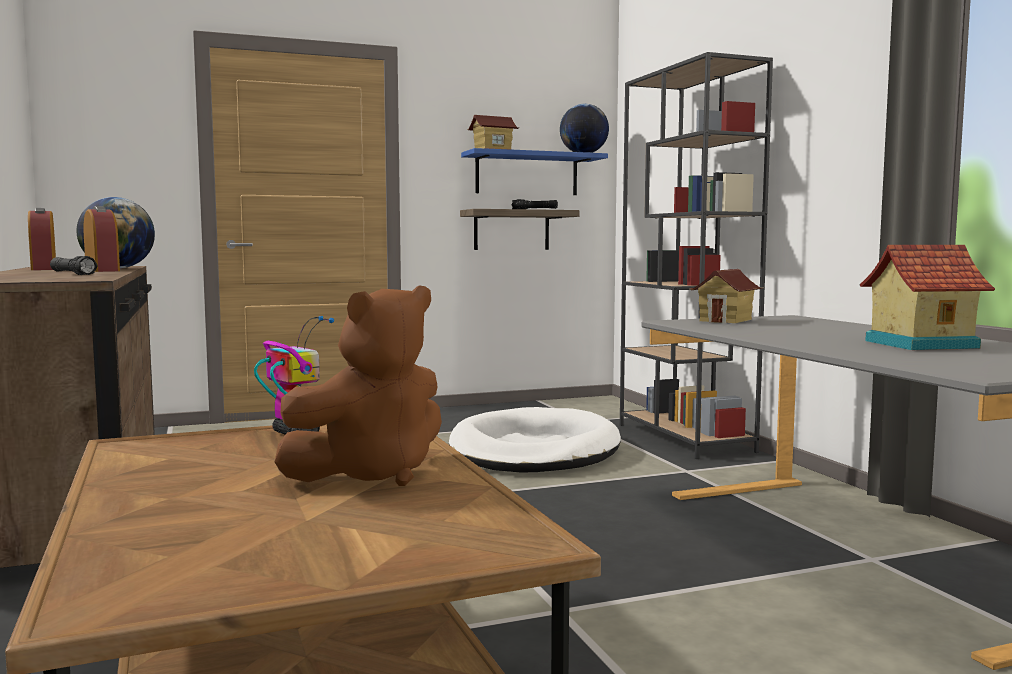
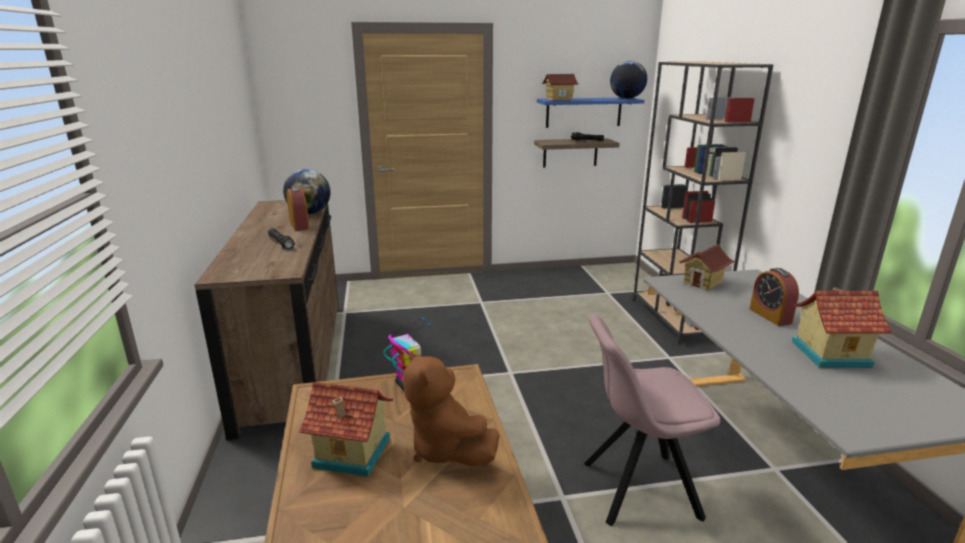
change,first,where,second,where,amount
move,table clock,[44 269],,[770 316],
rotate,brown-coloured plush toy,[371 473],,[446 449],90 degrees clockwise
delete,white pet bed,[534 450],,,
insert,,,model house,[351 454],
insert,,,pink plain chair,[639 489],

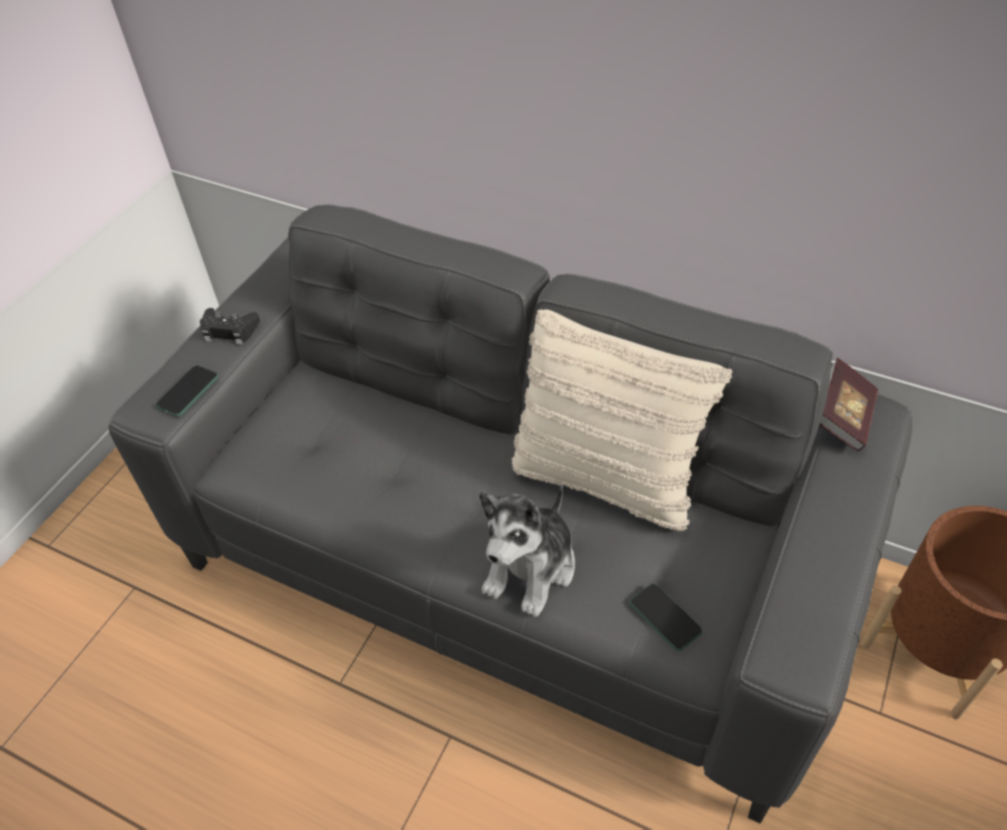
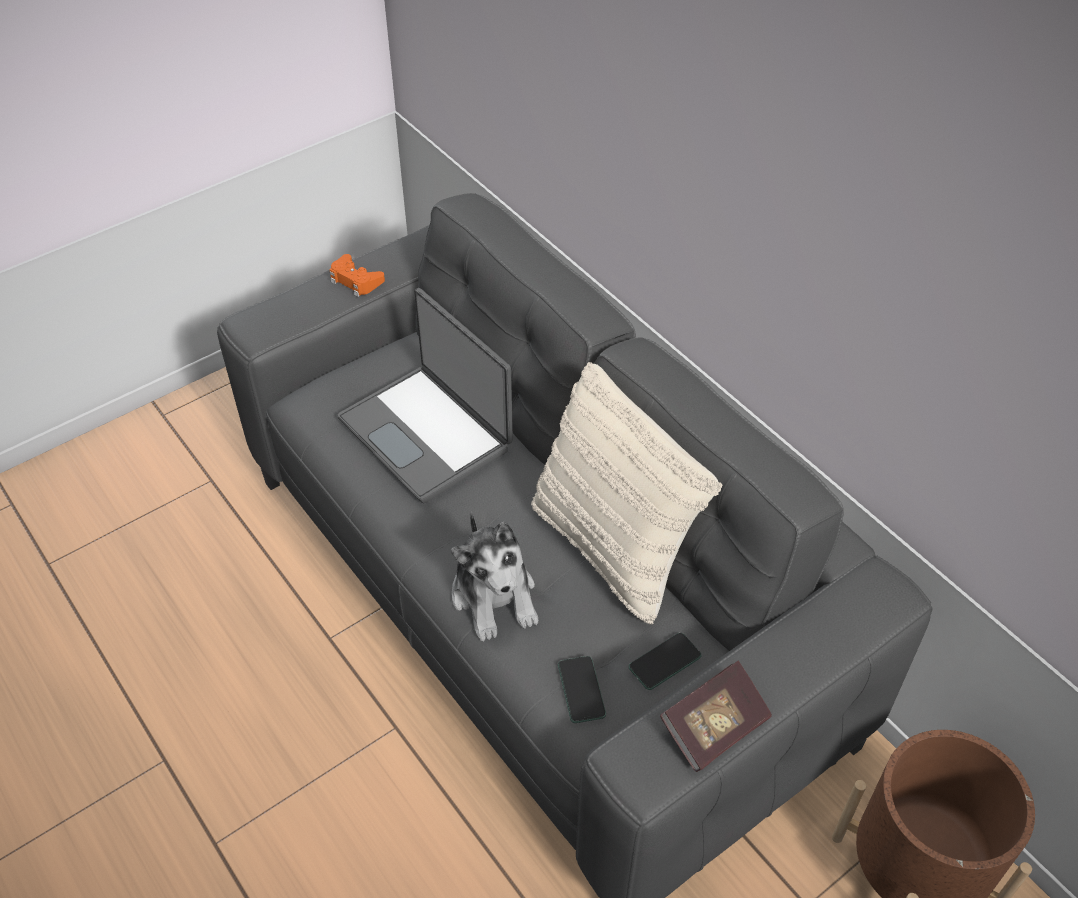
change,first,where,second,where,amount
move,phone,[188 392],,[664 662],
recolor,black game controller,[229 330],orange-coloured game controller,[355 280],
rotate,plush toy,[531 568],,[495 596],75 degrees counterclockwise
move,volume,[842 417],,[714 727],
insert,,,laptop,[428 433],

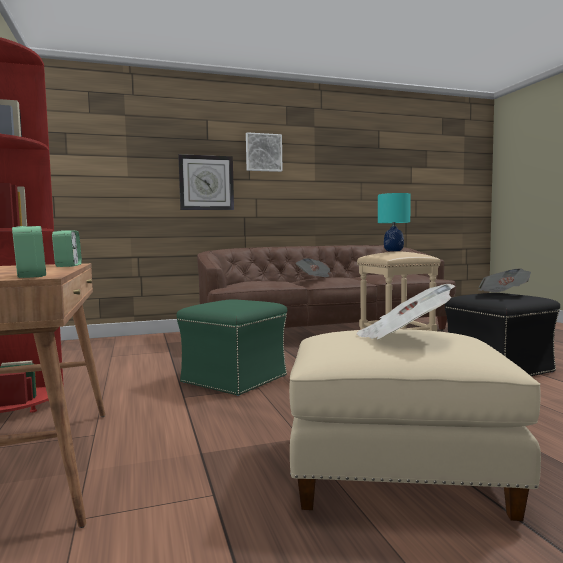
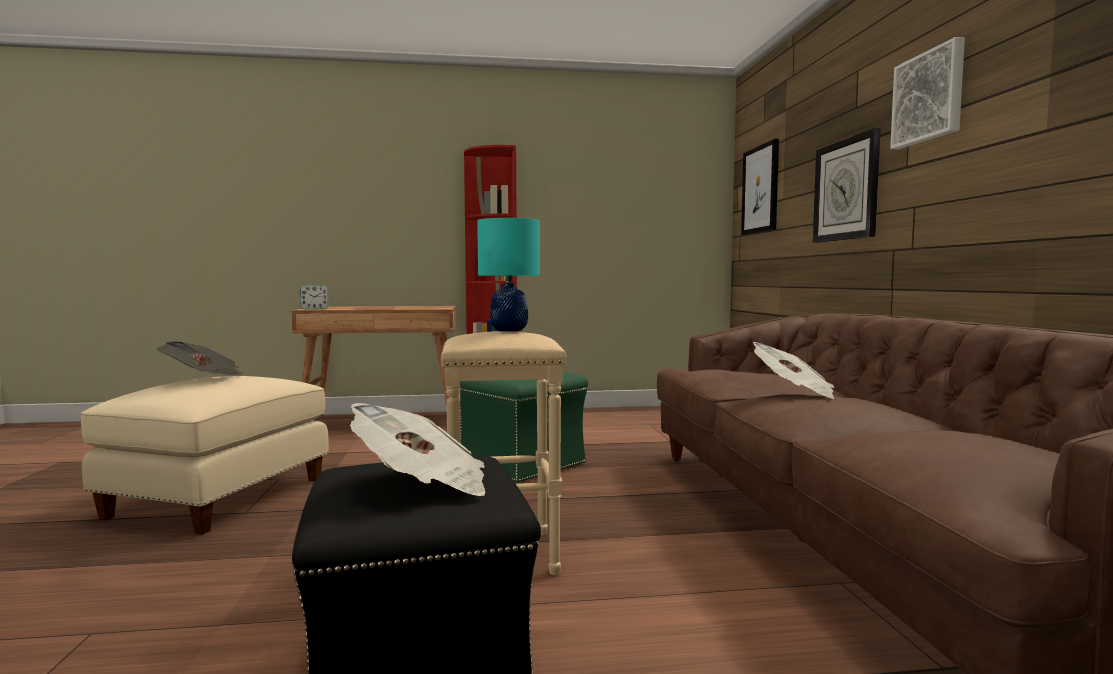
change,first,where,second,where,amount
delete,table clock,[68 266],,,
insert,,,wall picture,[760 189],

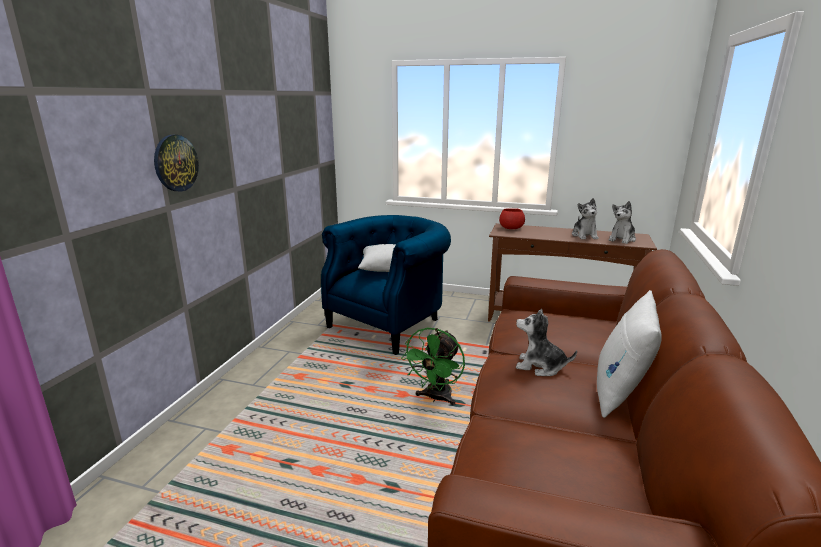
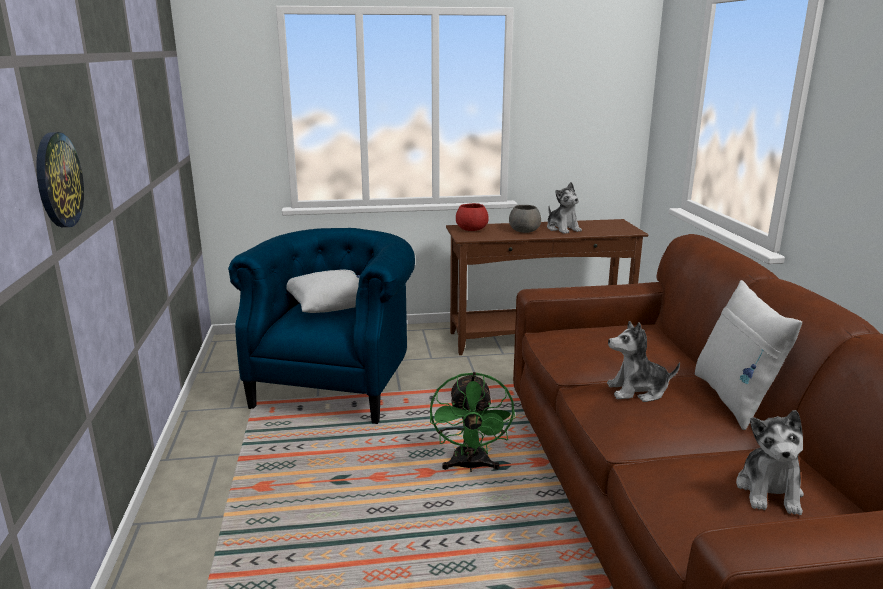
change,first,where,second,where,amount
move,plush toy,[622 239],,[769 491],
insert,,,gray deep dish,[524 230],

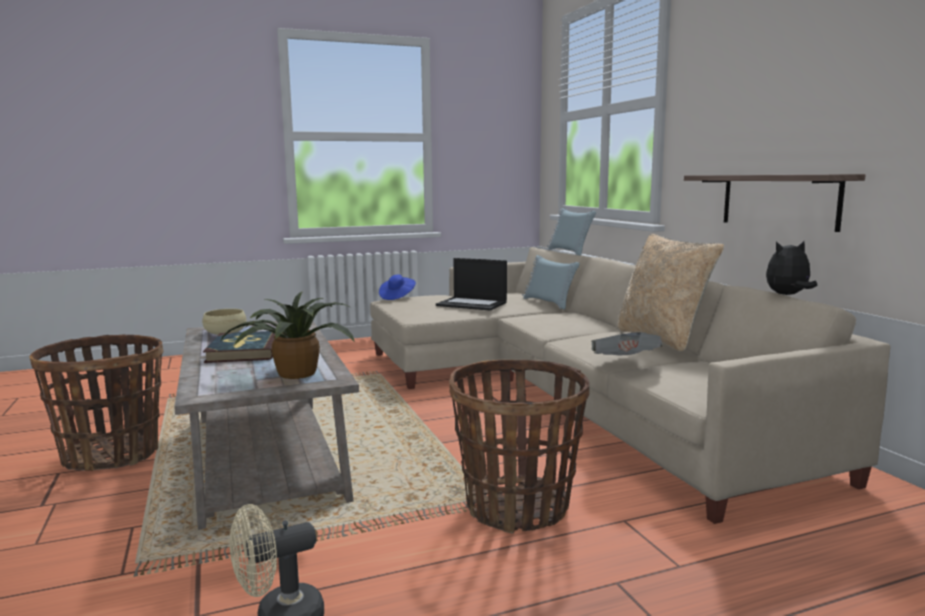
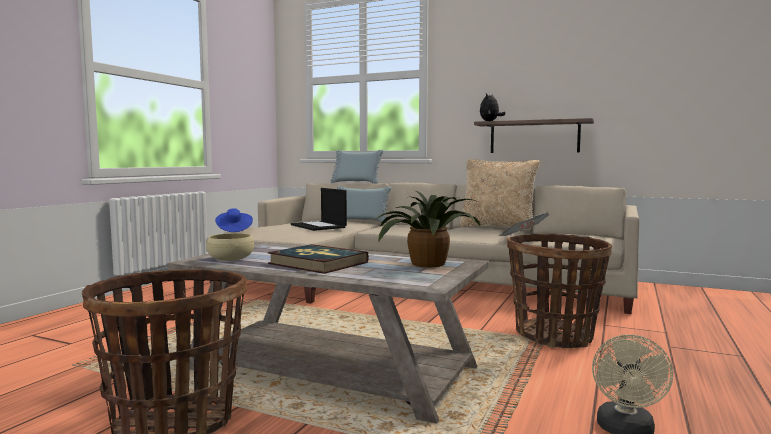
change,first,where,second,where,amount
rotate,laptop,[472 304],,[319 226],75 degrees clockwise
move,plush toy,[788 295],,[490 121],

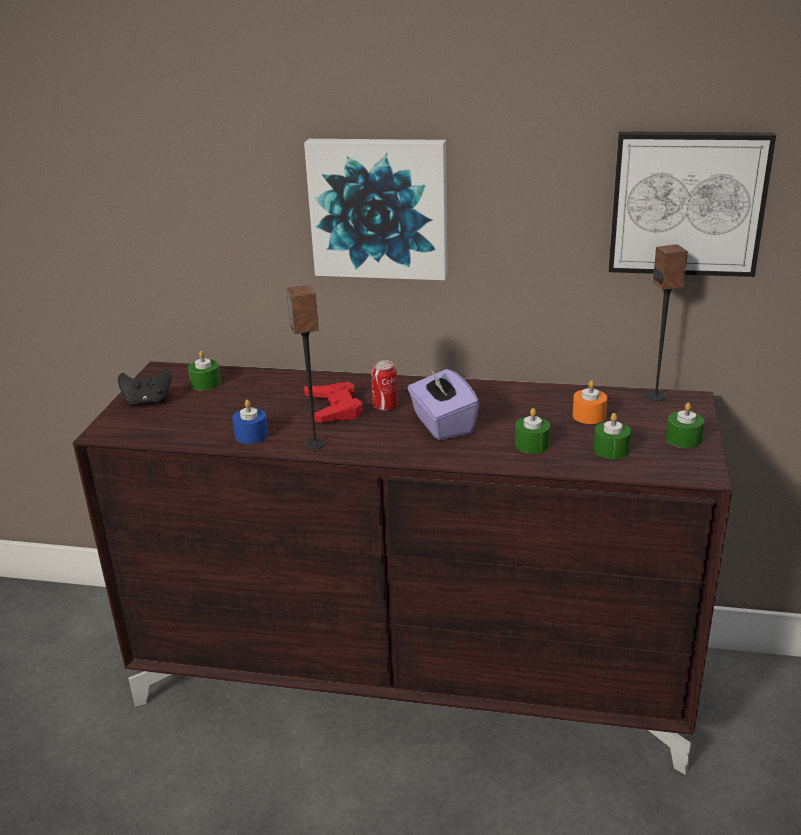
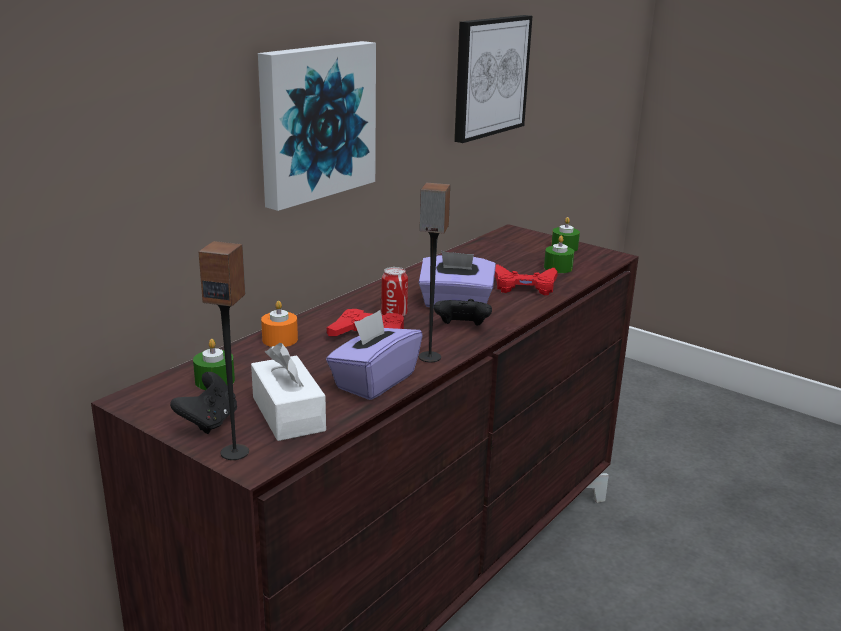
change,first,where,second,where,amount
replace,bluish wax candle,[251 435],purple-coloured tissue holder,[374 381],
replace,green wax candle,[531 444],red game controller,[524 286],
move,orange-coloured wax candle,[589 416],,[280 339],
move,audio speaker,[656 396],,[235 452],
insert,,,white tissue holder,[288 414],
insert,,,black game controller,[462 328],

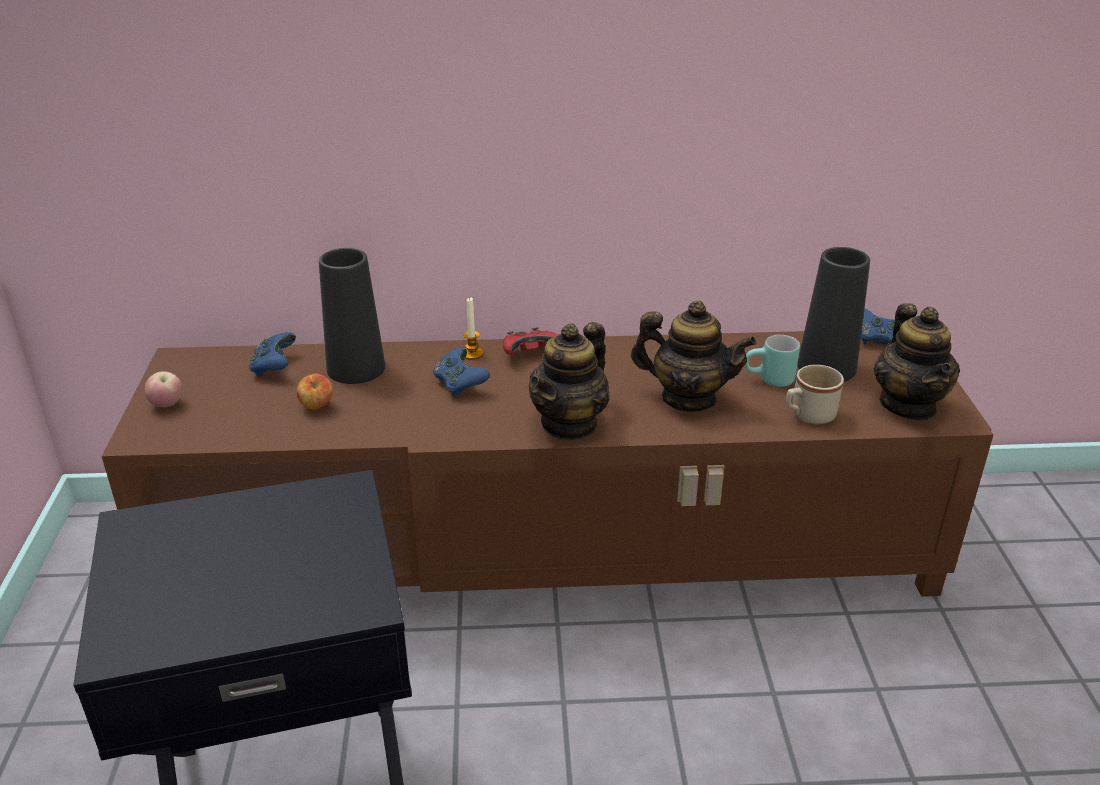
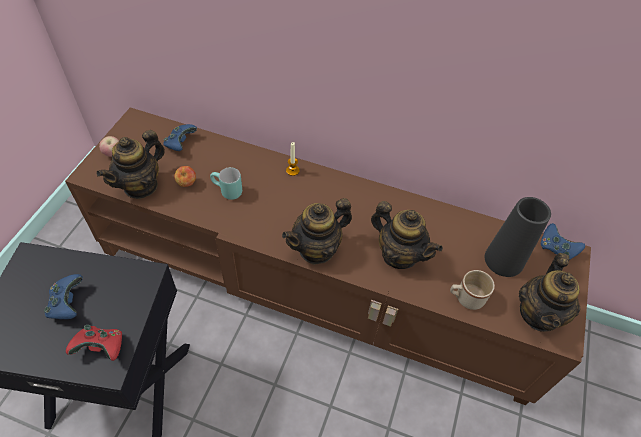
change,first,where,second,where,amount
delete,black decorative vase,[356 368],,,
move,bluish game controller,[460 385],,[67 304],
move,red game controller,[530 355],,[101 347],
move,turquoise-coloured mug,[769 381],,[226 192],
insert,,,pot for tea,[141 186],

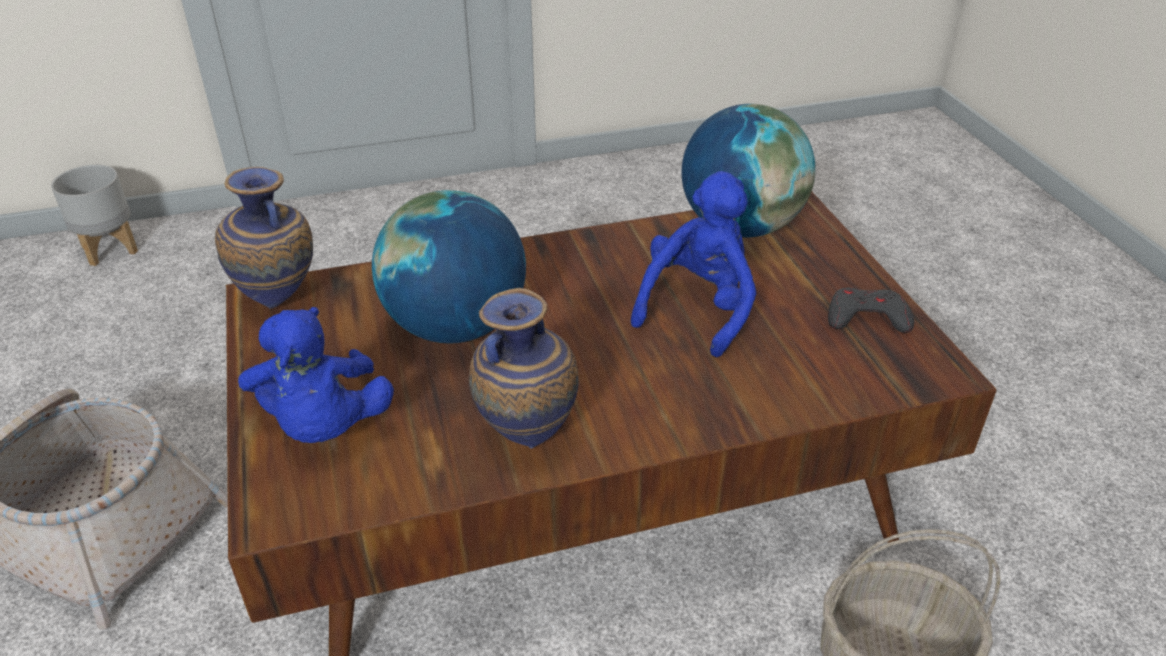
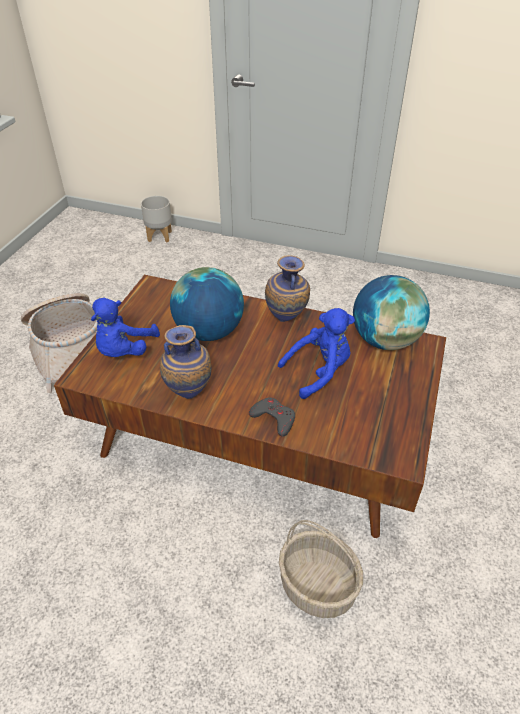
change,first,where,second,where,amount
move,decorative vase,[280 302],,[286 320],
move,gray game controller,[866 317],,[274 418],

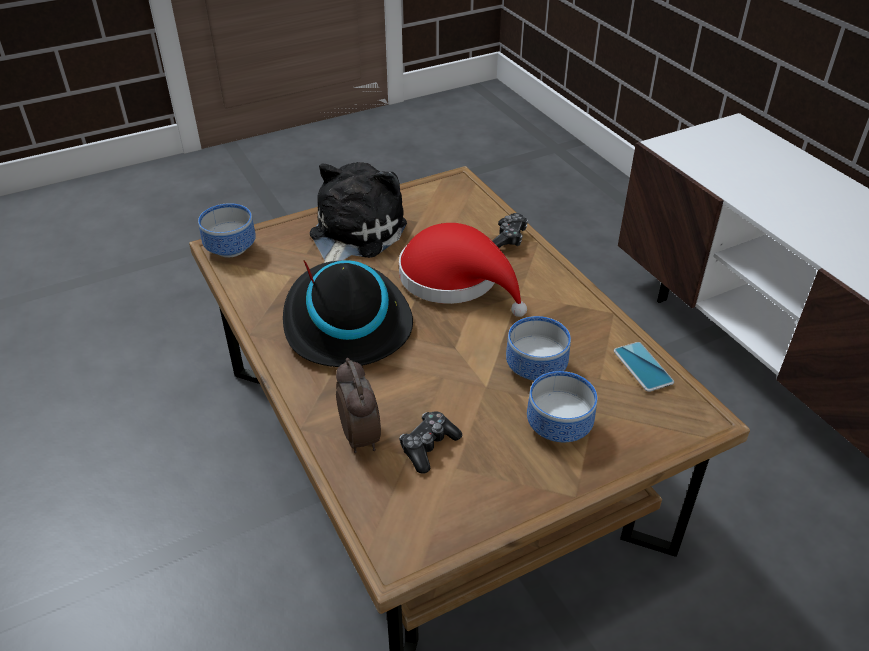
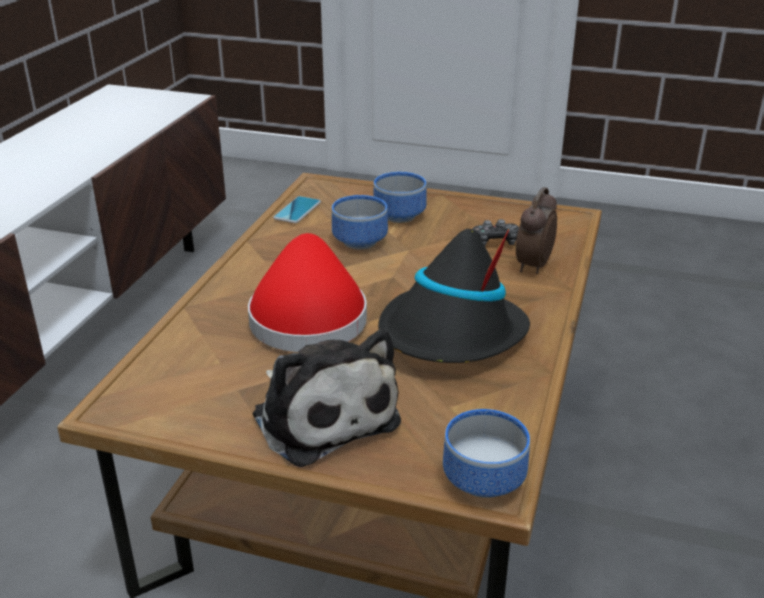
change,first,where,second,where,amount
rotate,plush toy,[353 234],,[322 415],105 degrees counterclockwise
delete,game controller,[508 238],,,

